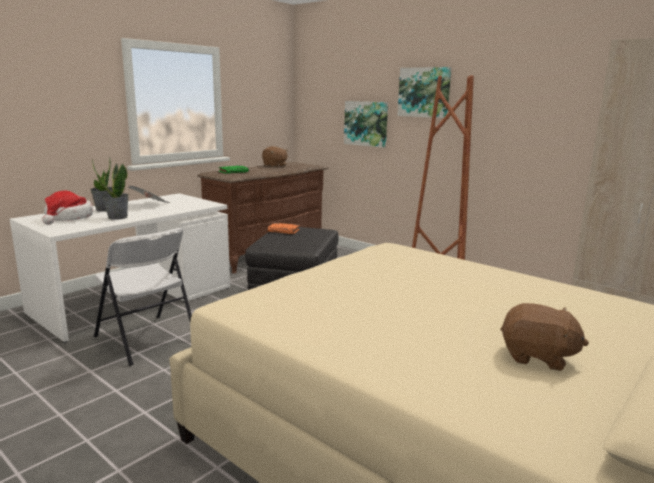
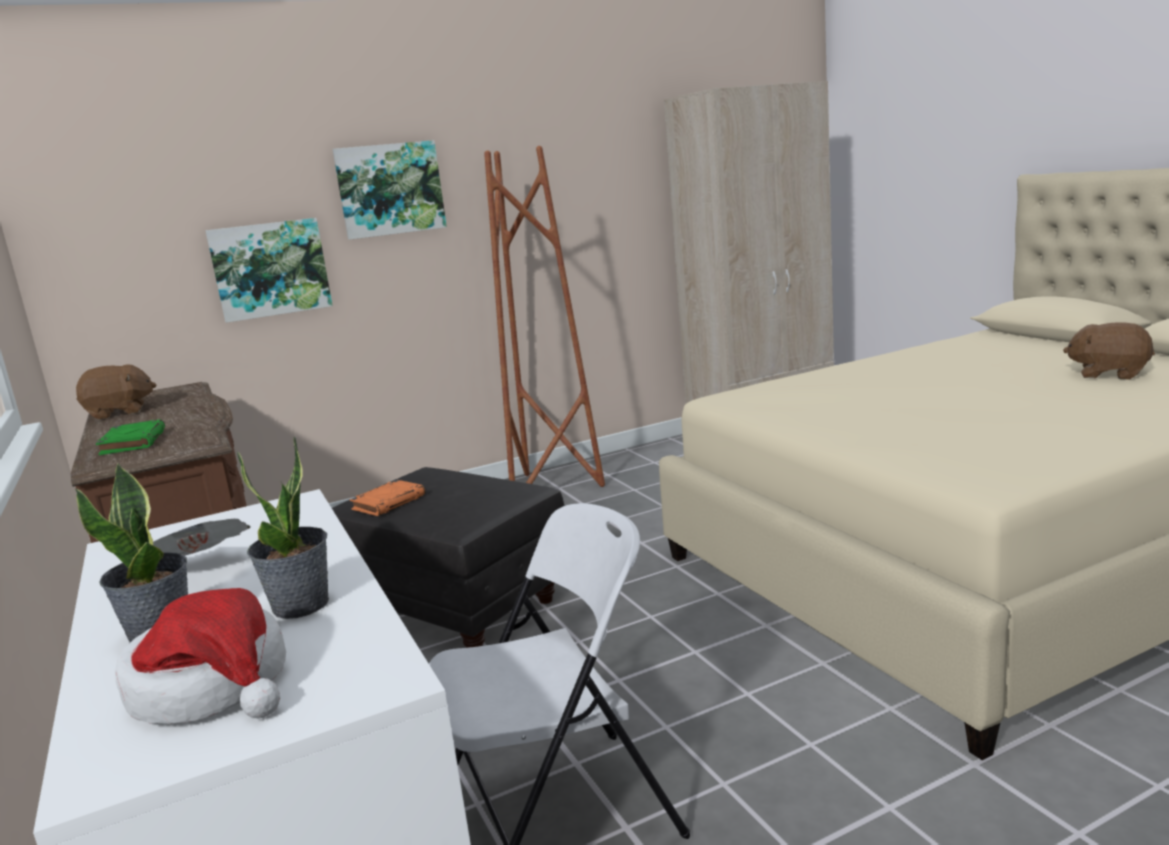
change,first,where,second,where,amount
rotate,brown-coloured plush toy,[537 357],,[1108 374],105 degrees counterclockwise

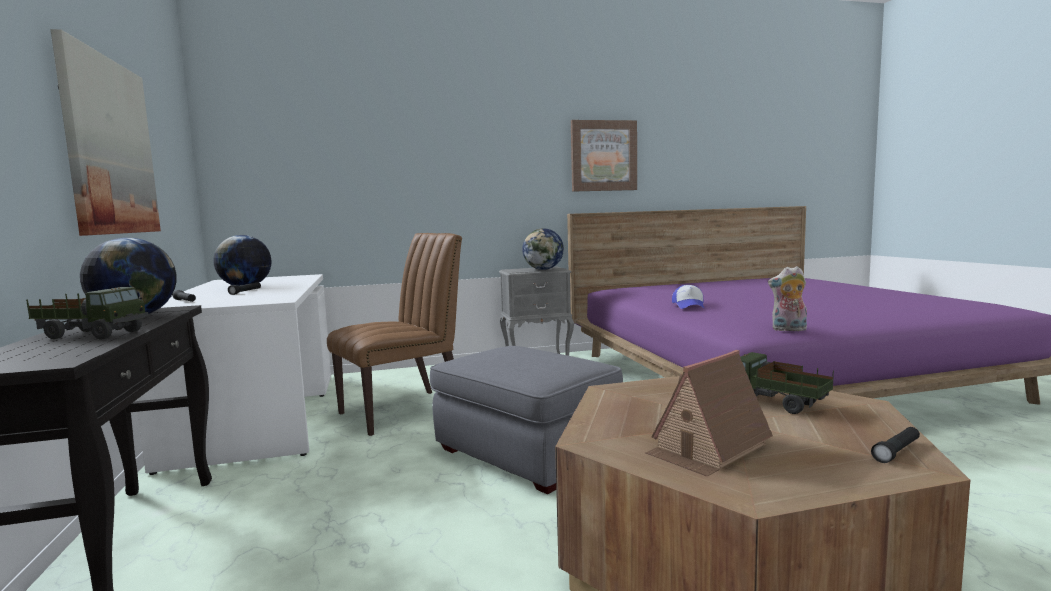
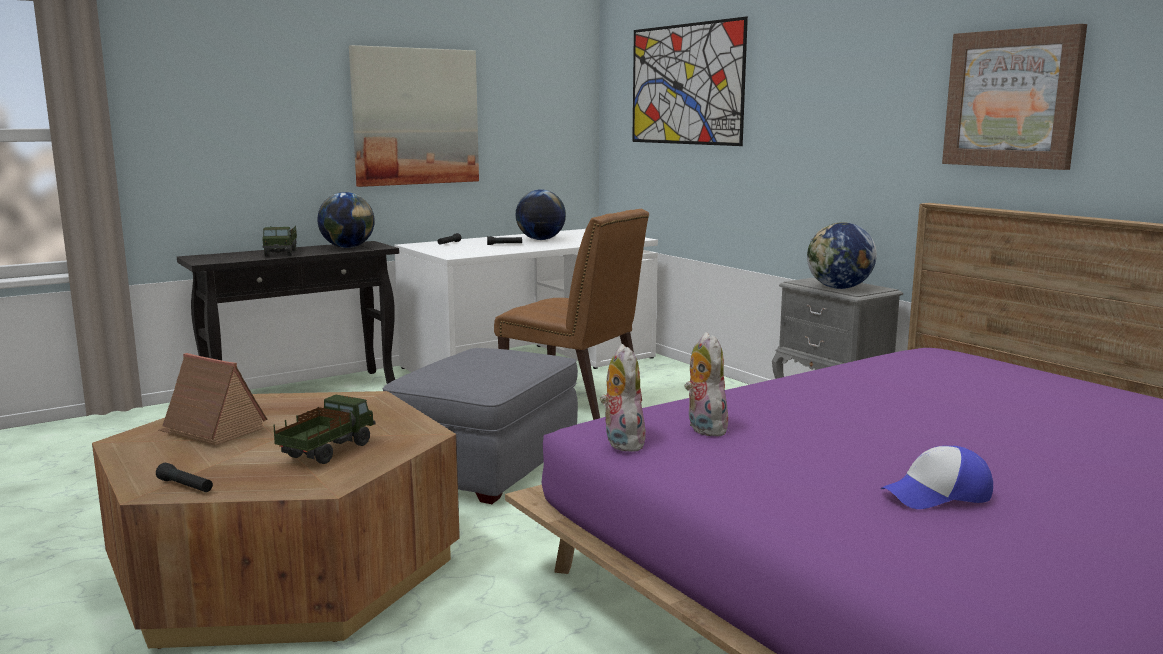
change,first,where,second,where,amount
move,baseball cap,[689 305],,[937 495],
insert,,,wall picture,[685 84],
insert,,,plush toy,[703 428],

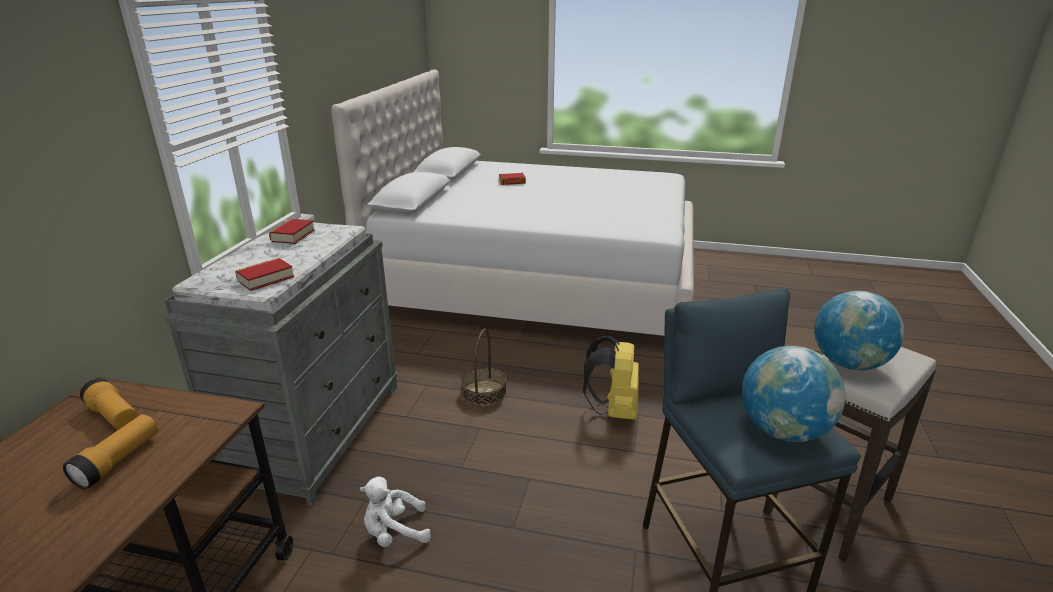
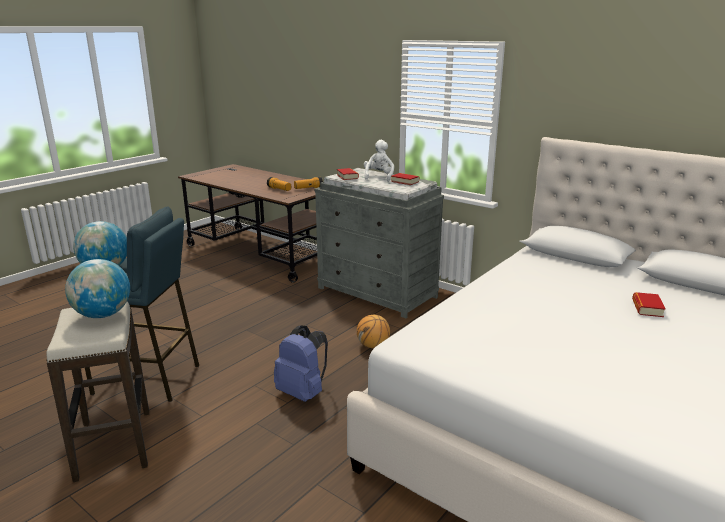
change,first,where,second,where,amount
move,white plush toy,[394 533],,[379 177],
replace,storage basket,[483 392],basketball,[373 346],
recolor,yellow-coloured rucksack,[613 410],bluish rucksack,[303 392],

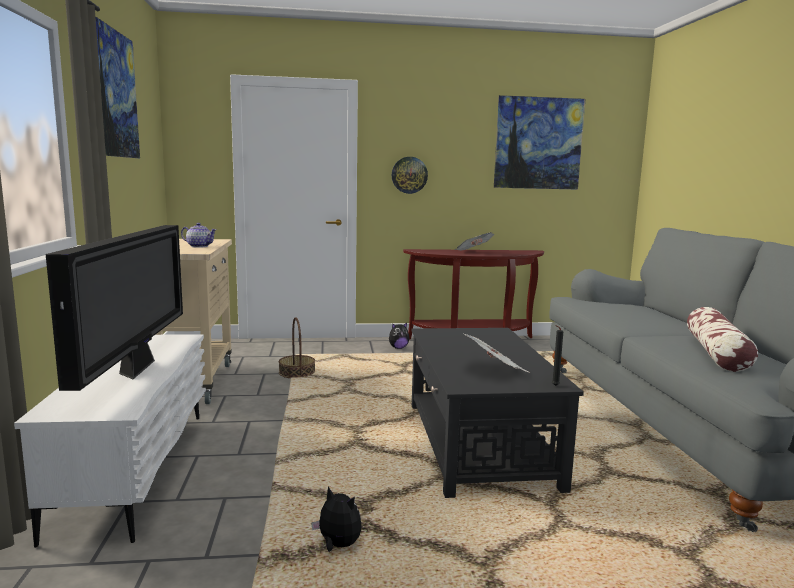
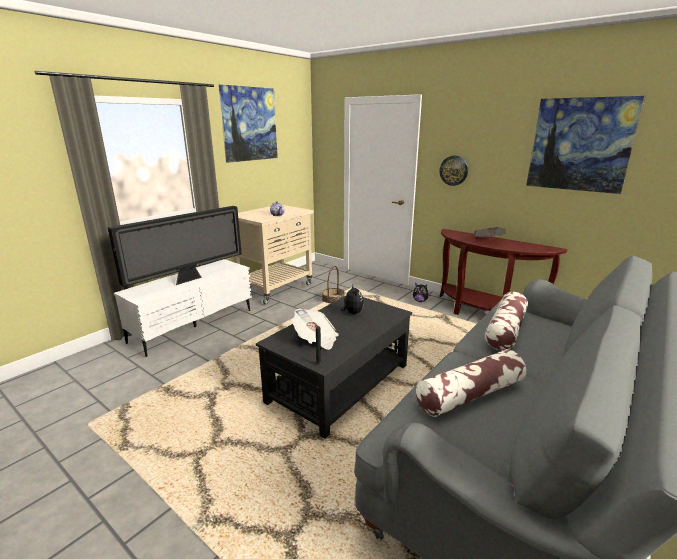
change,first,where,second,where,amount
move,plush toy,[338 545],,[352 313],
insert,,,cushion,[505 330],

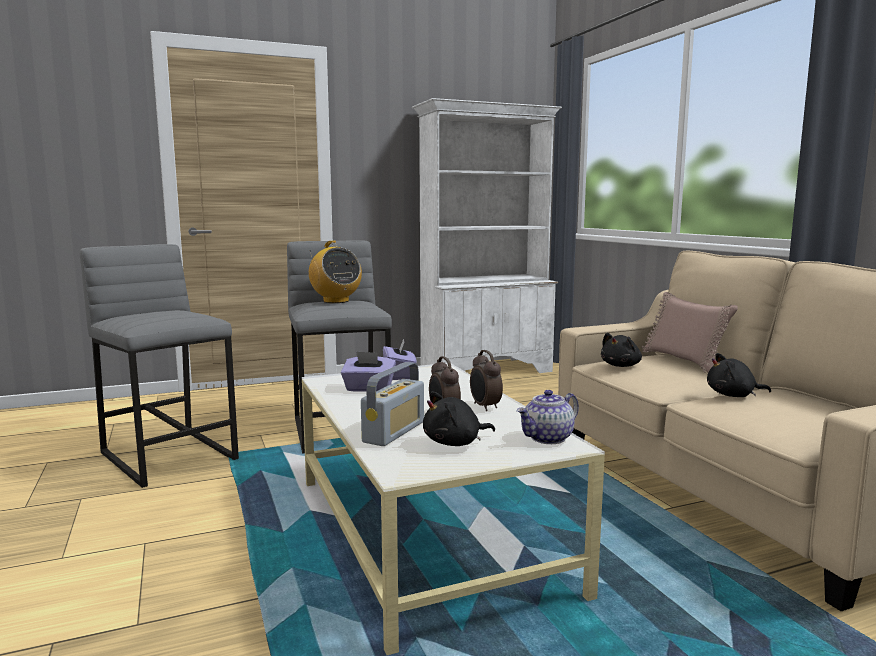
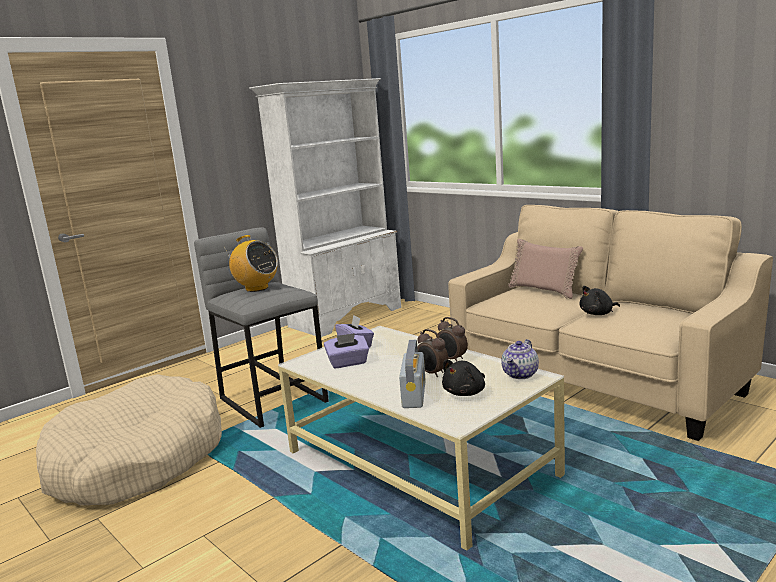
change,first,where,second,where,amount
replace,gray stool seat,[168 456],sand-coloured pet bed,[137 460],
delete,black plush toy,[621 366],,,

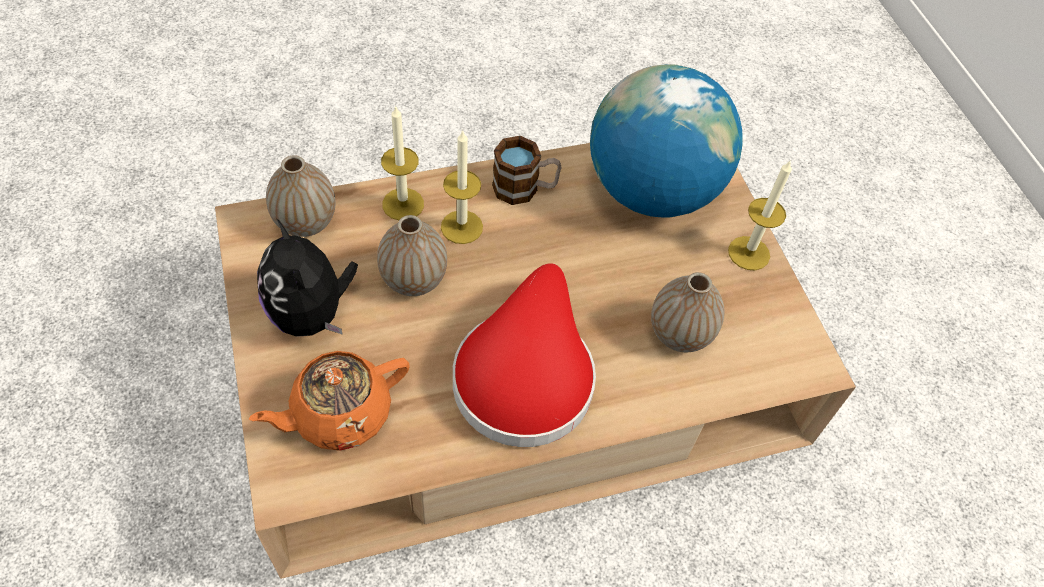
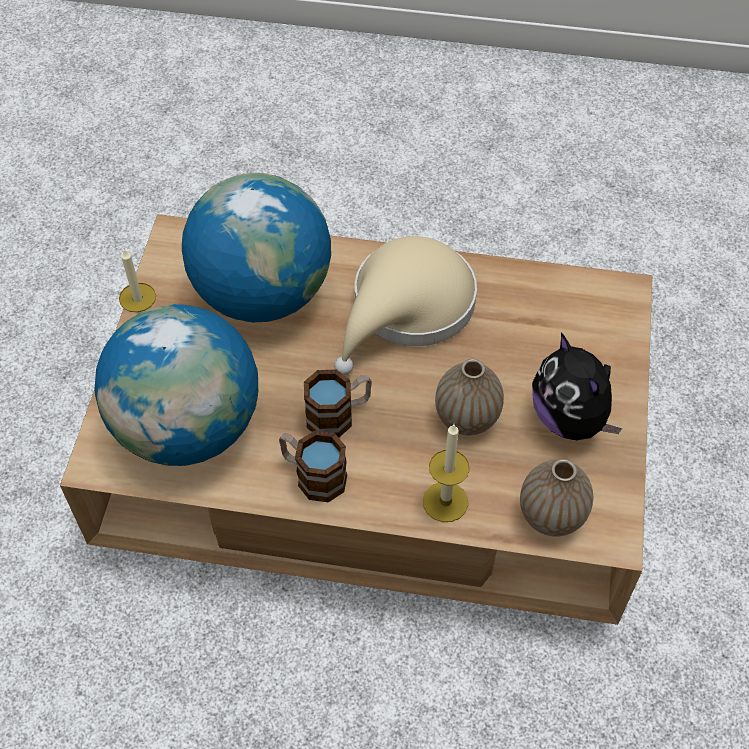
change,first,where,second,where,amount
delete,orange-coloured pot for tea,[339 413],,,
rotate,plush toy,[311 314],,[570 418],150 degrees clockwise
delete,wax candle,[461 227],,,
recolor,red clothing hat,[525 372],sand-coloured clothing hat,[407 309],
replace,decorative vase,[679 334],desk globe,[262 293],
insert,,,mug,[339 415],

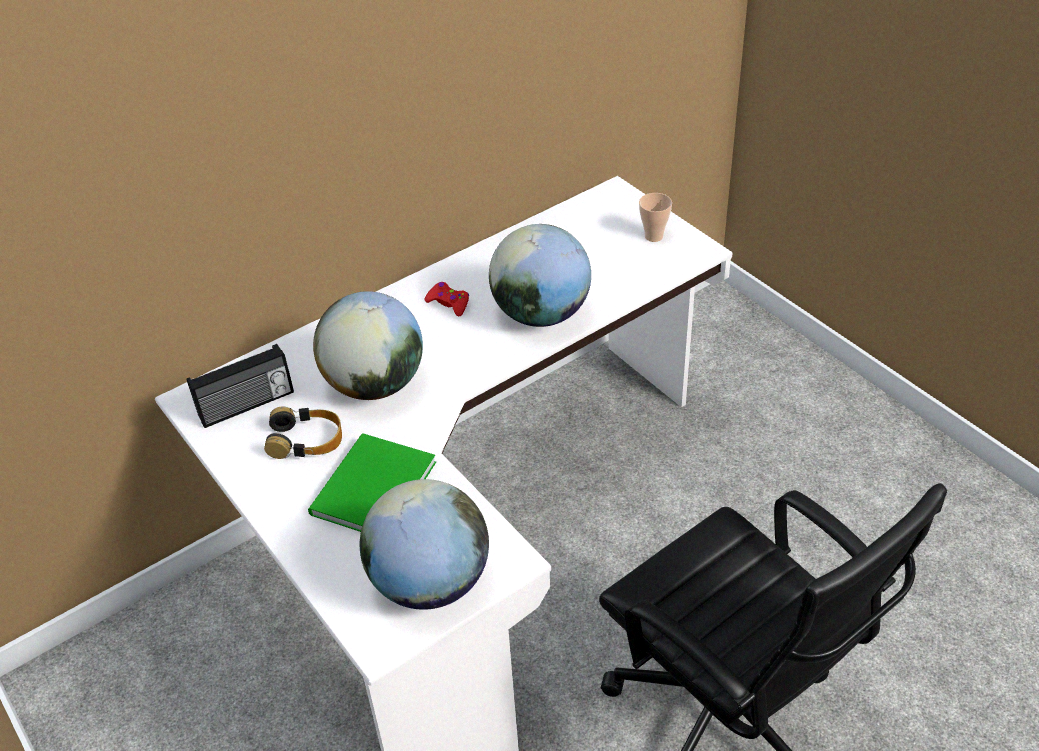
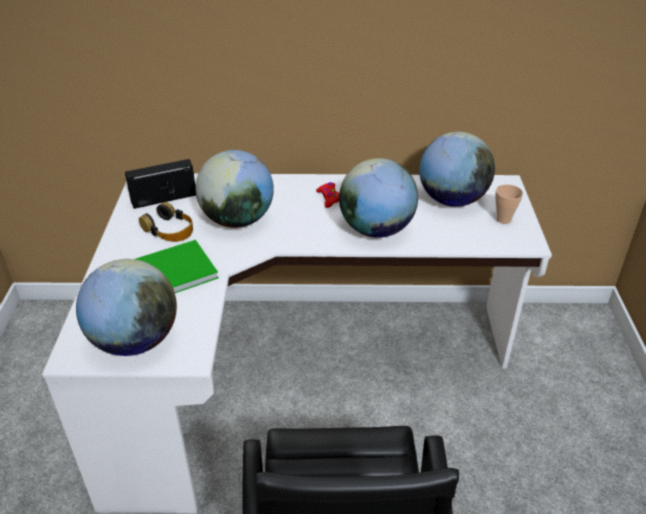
change,first,where,second,where,amount
rotate,radio receiver,[247 405],,[164 198],150 degrees clockwise
insert,,,desk globe,[451 200],

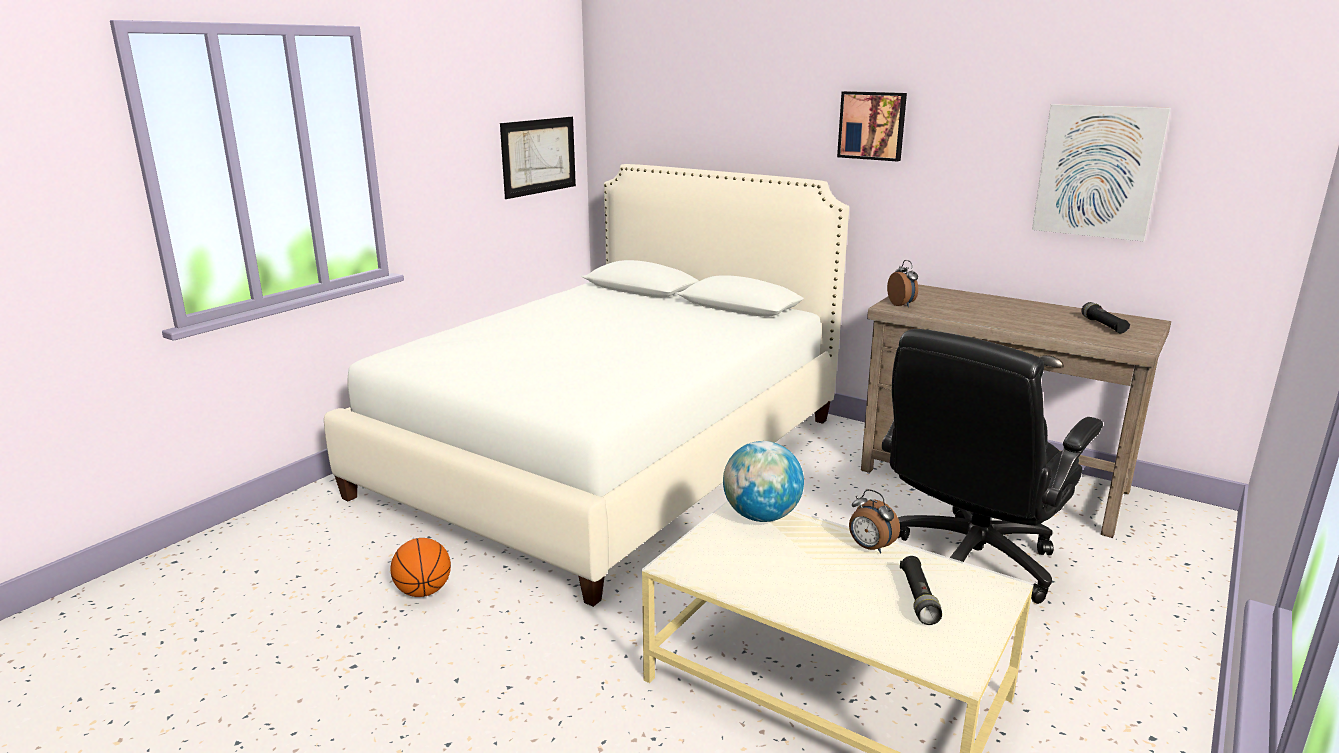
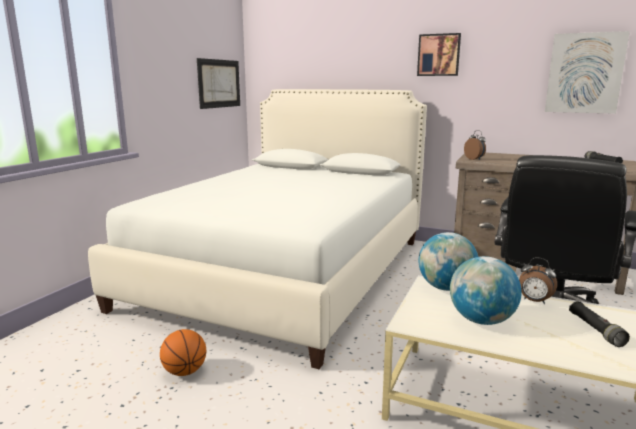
change,first,where,second,where,amount
insert,,,desk globe,[481 320],

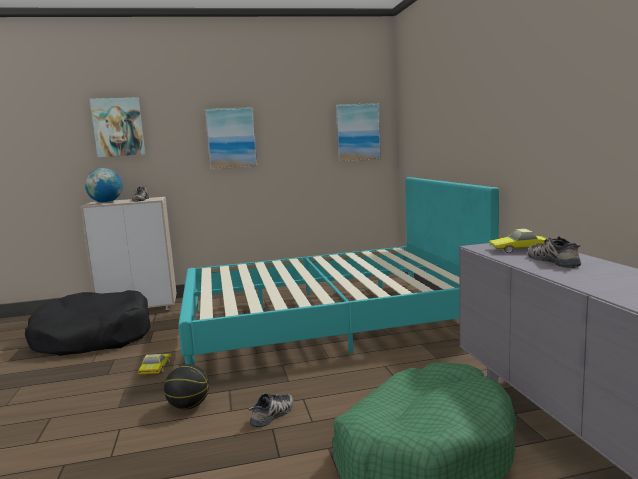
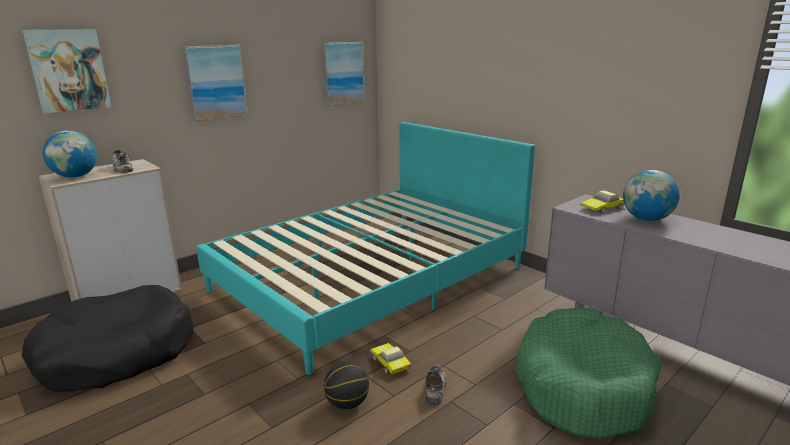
change,first,where,second,where,amount
move,miniature car,[154 368],,[389 363],
replace,shoe,[555 261],desk globe,[646 219],

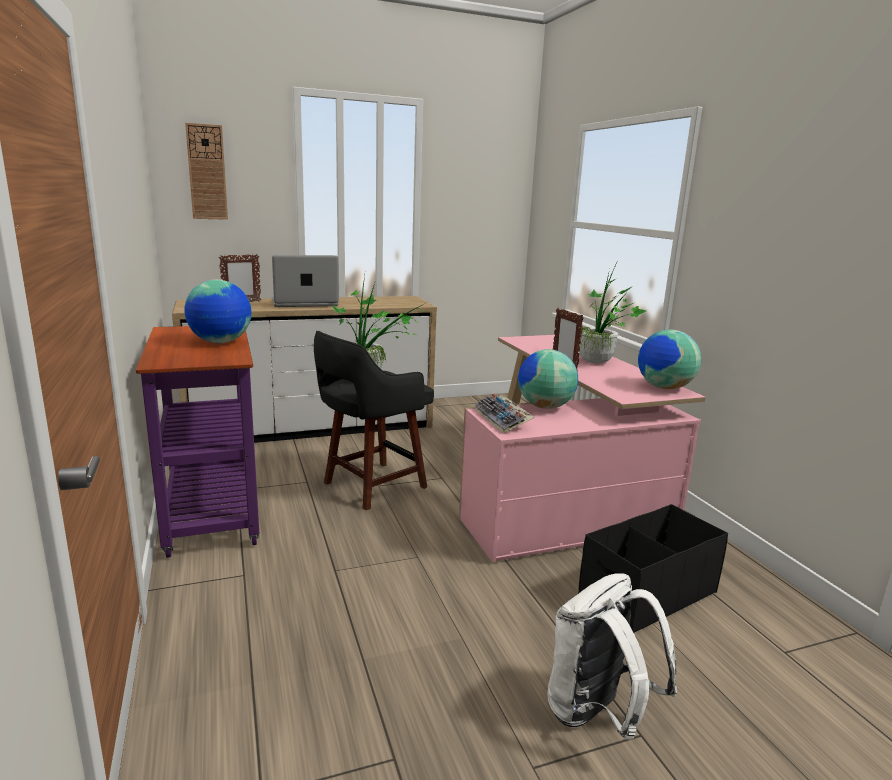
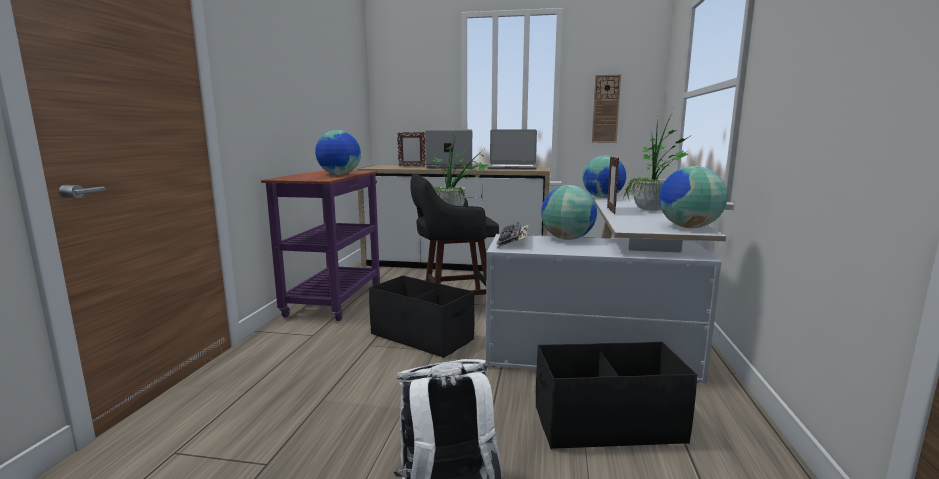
change,first,where,second,where,amount
move,clock on the wall,[207 172],,[605 109],
recolor,pink desk table,[561 494],white desk table,[609 334],
insert,,,black storage container,[422 336],
insert,,,laptop,[512 168],
insert,,,desk globe,[603 197],

